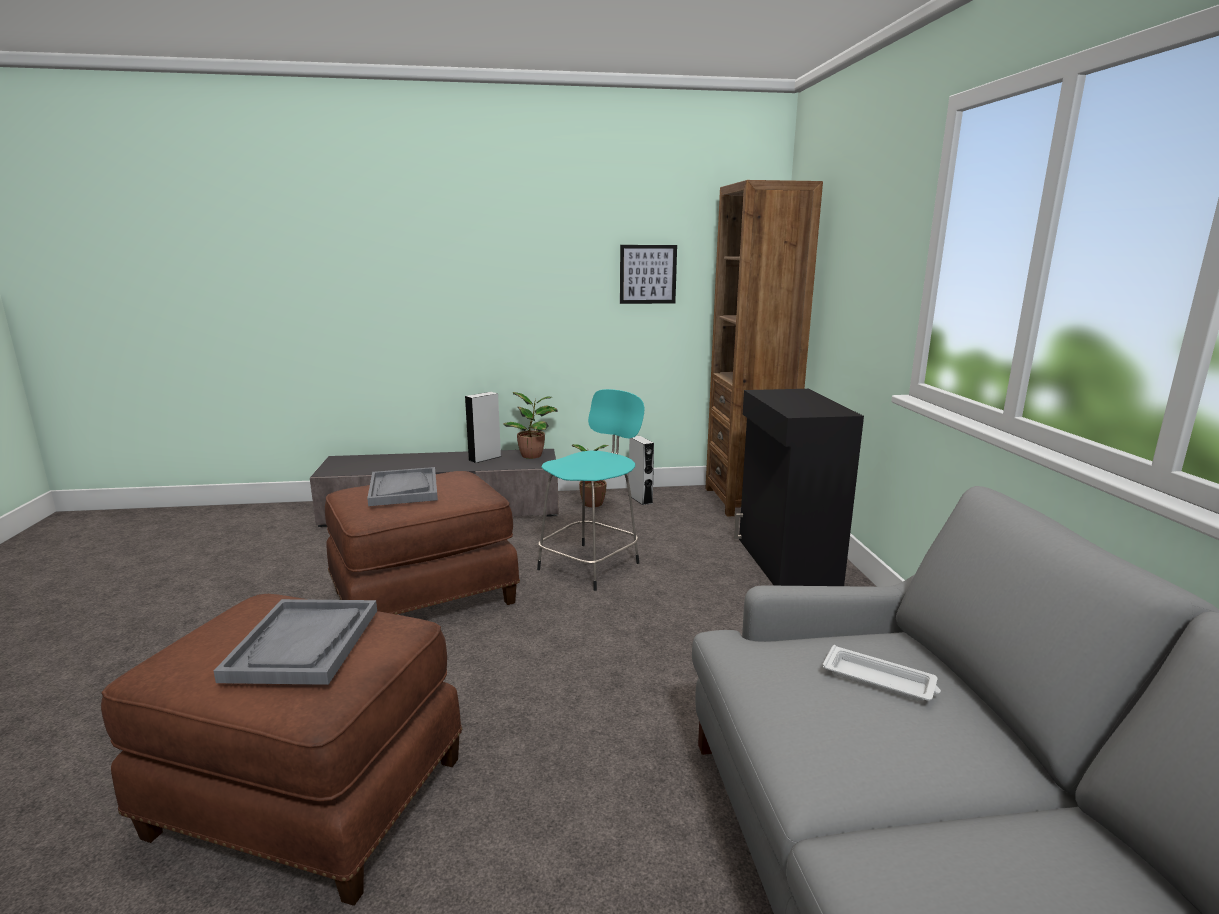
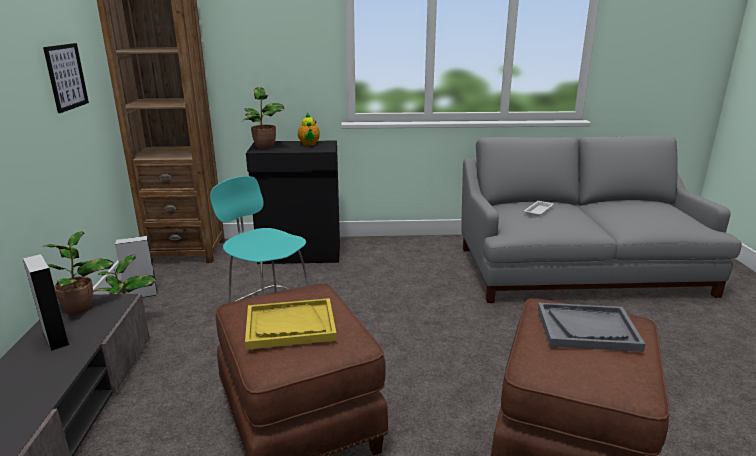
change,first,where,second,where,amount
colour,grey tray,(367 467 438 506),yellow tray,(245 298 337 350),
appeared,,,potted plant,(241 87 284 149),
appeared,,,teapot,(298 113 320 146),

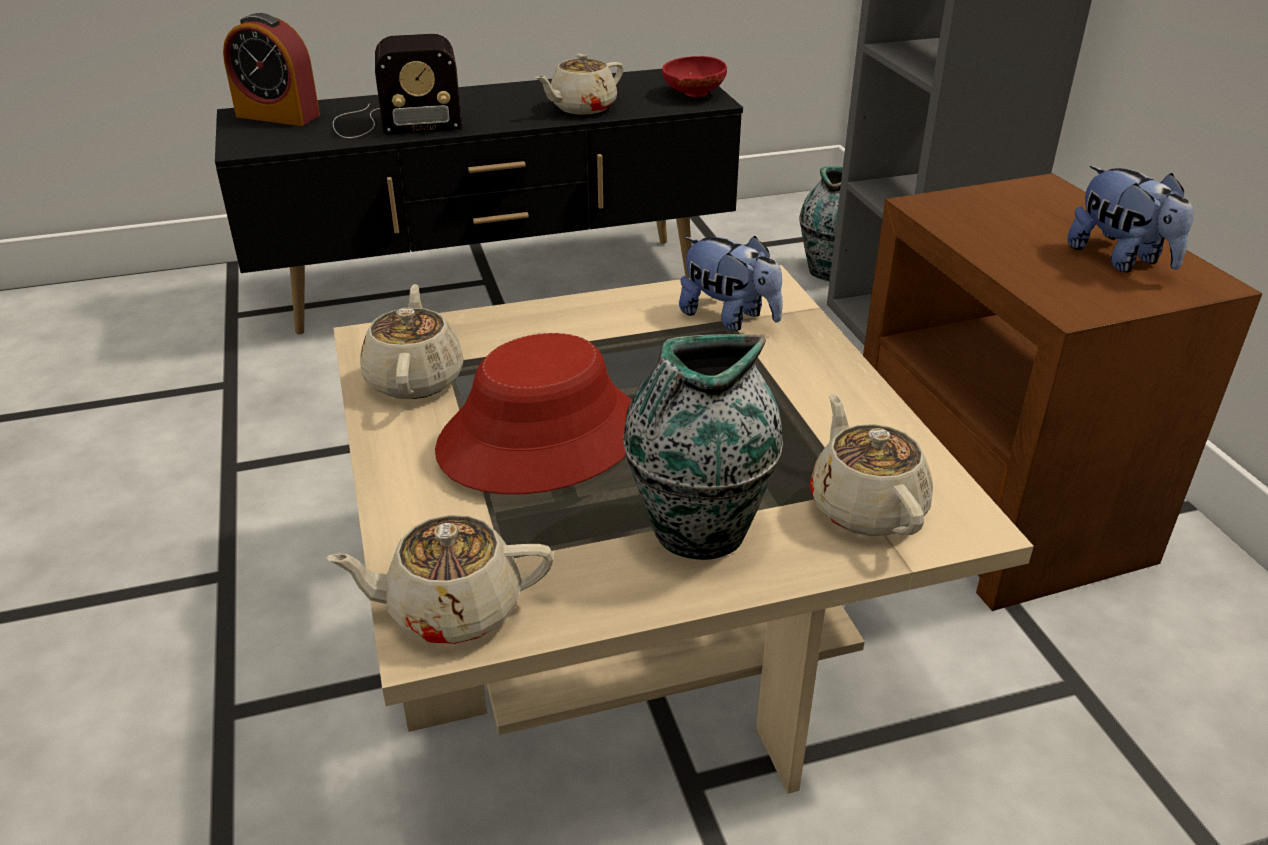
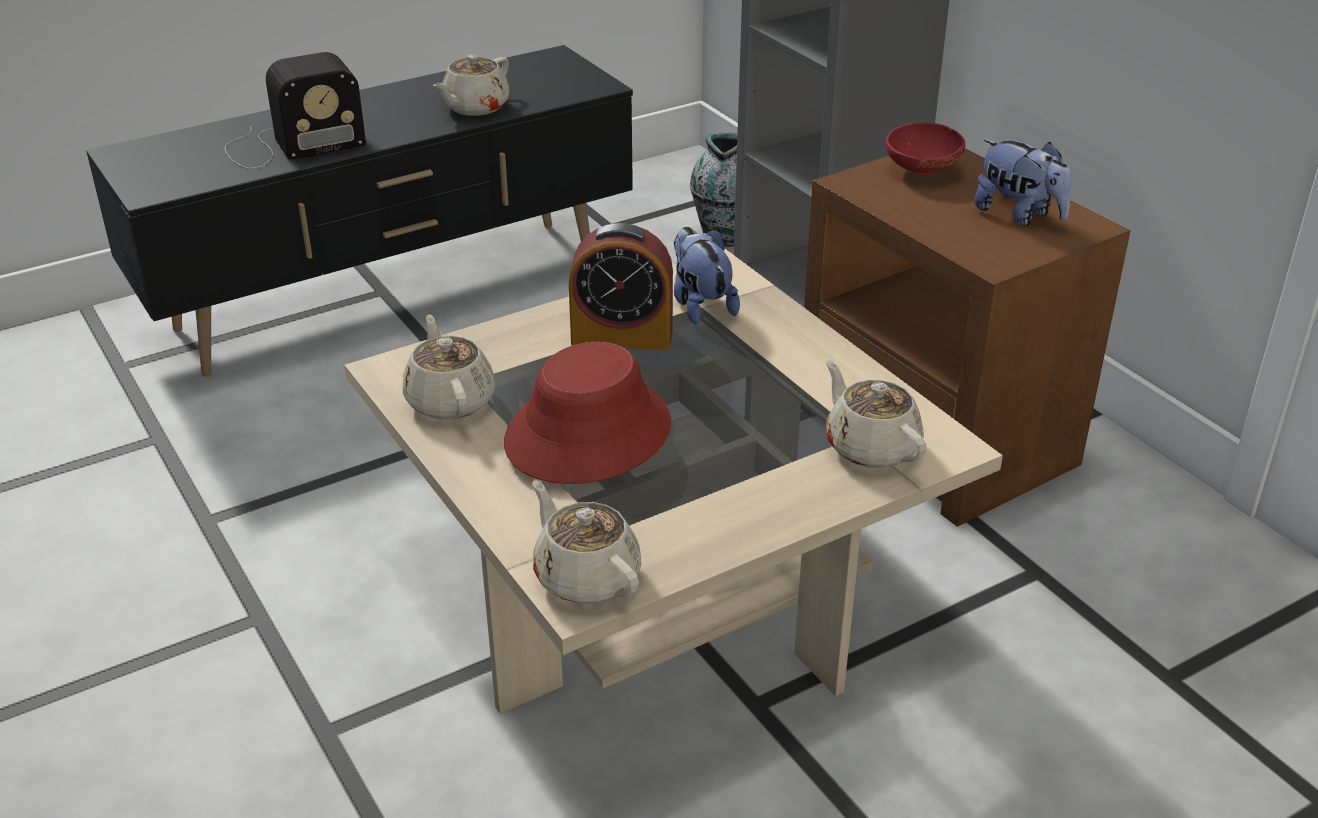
change,first,where,second,where,amount
relocated,alarm clock,(223 13 320 126),,(569 223 673 350),
relocated,red bowl,(662 56 727 98),,(886 122 965 176),
spun,plush toy,(679 236 783 331),,(673 227 740 324),135 degrees counterclockwise
missing,vase,(623 334 783 560),,,
spun,beige teapot,(326 515 554 644),,(532 480 641 604),75 degrees clockwise

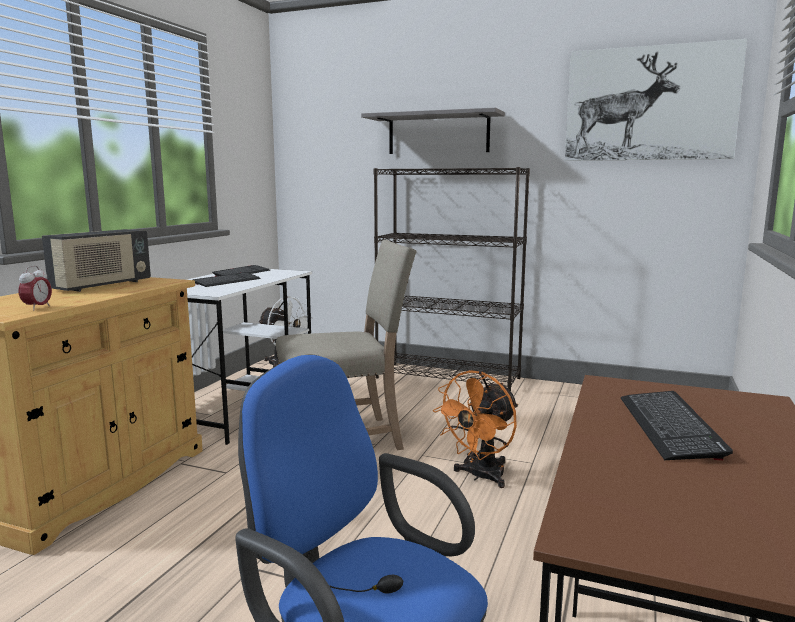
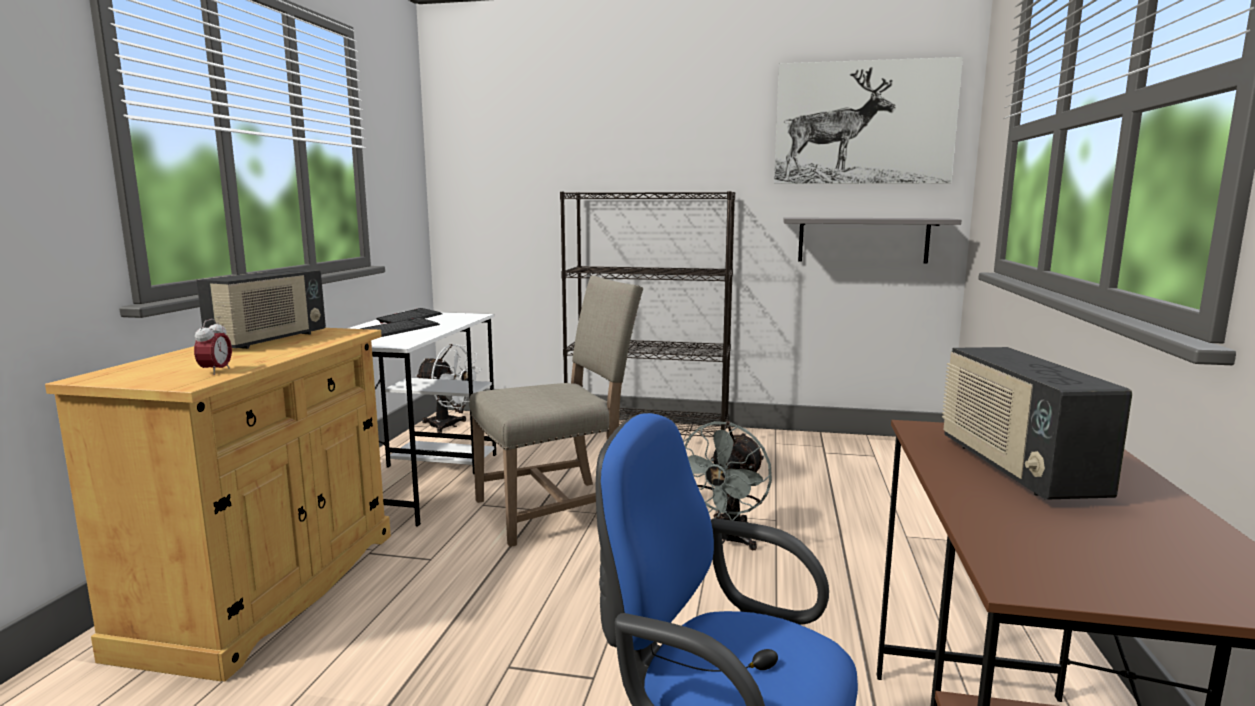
change,first,where,second,where,amount
relocated,grey shelf,(361 108 505 154),,(783 217 962 264),
colour,orange fan,(433 370 518 488),grey fan,(683 421 772 550),
exchanged,keyboard,(621 391 733 460),radio,(942 347 1132 499),

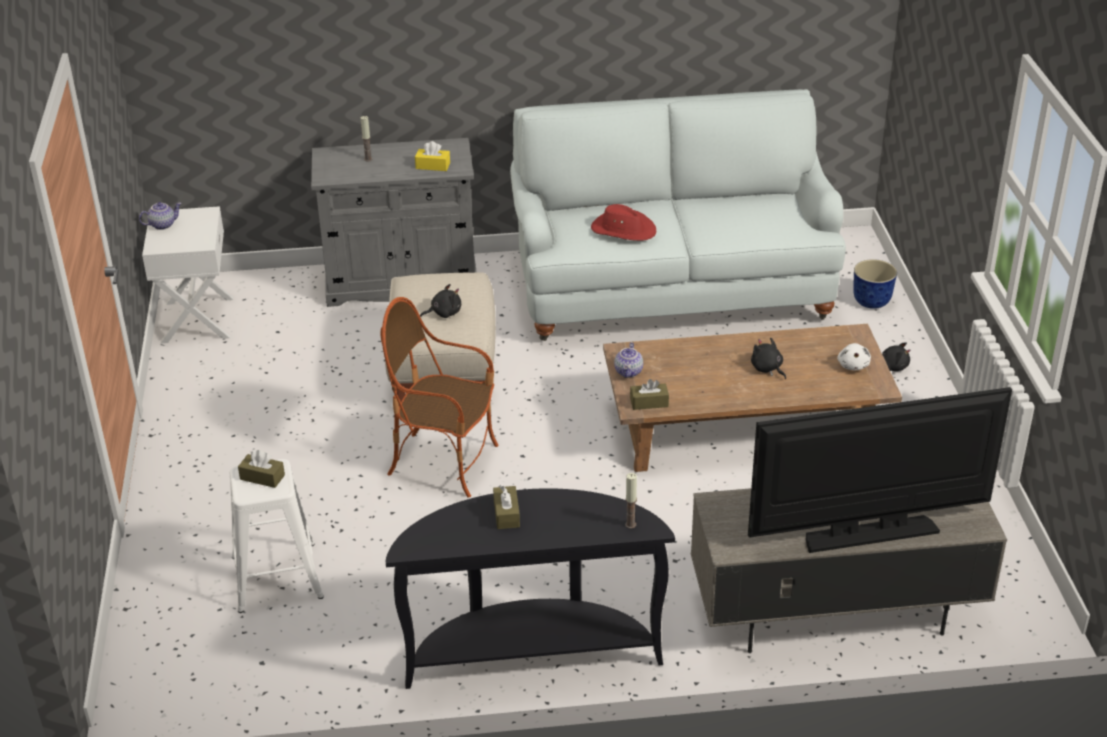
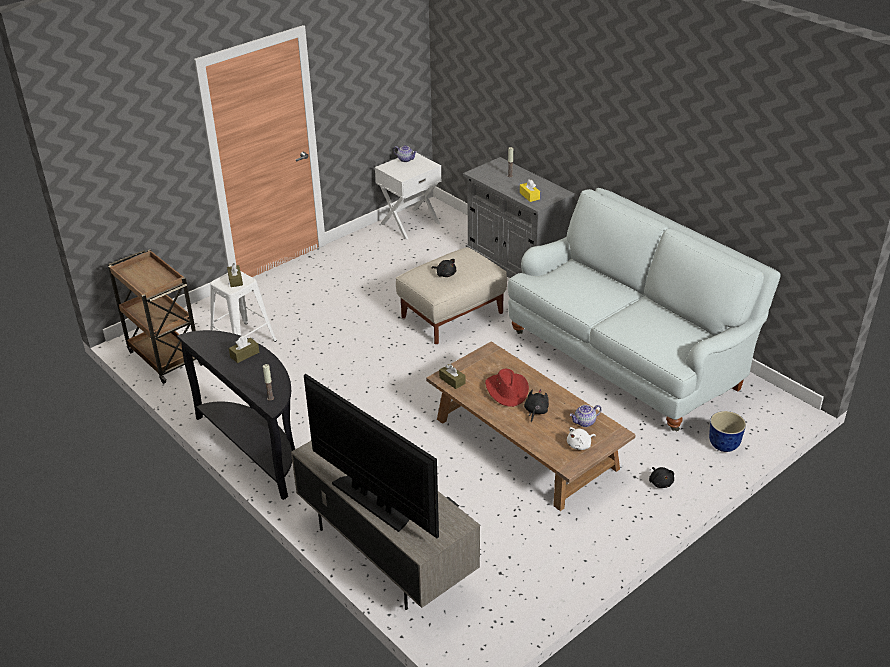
change,first,where,second,where,amount
relocated,red hat,(591 204 656 241),,(485 369 529 407),
missing,armchair,(380 297 499 497),,,
relocated,teapot,(614 342 643 378),,(570 405 602 427),
appeared,,,brown cart,(108 249 202 384),

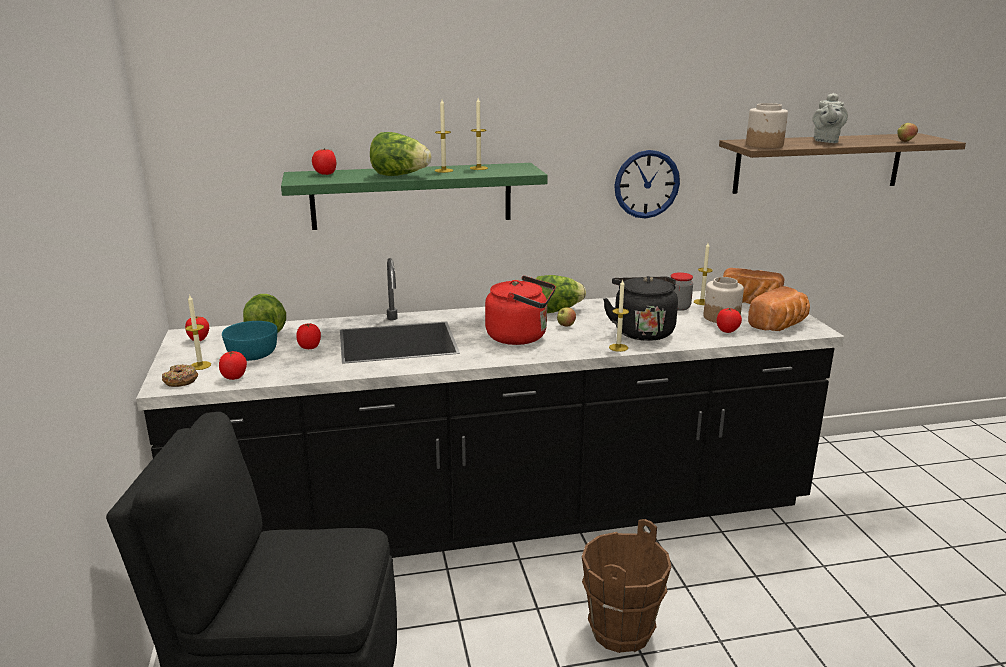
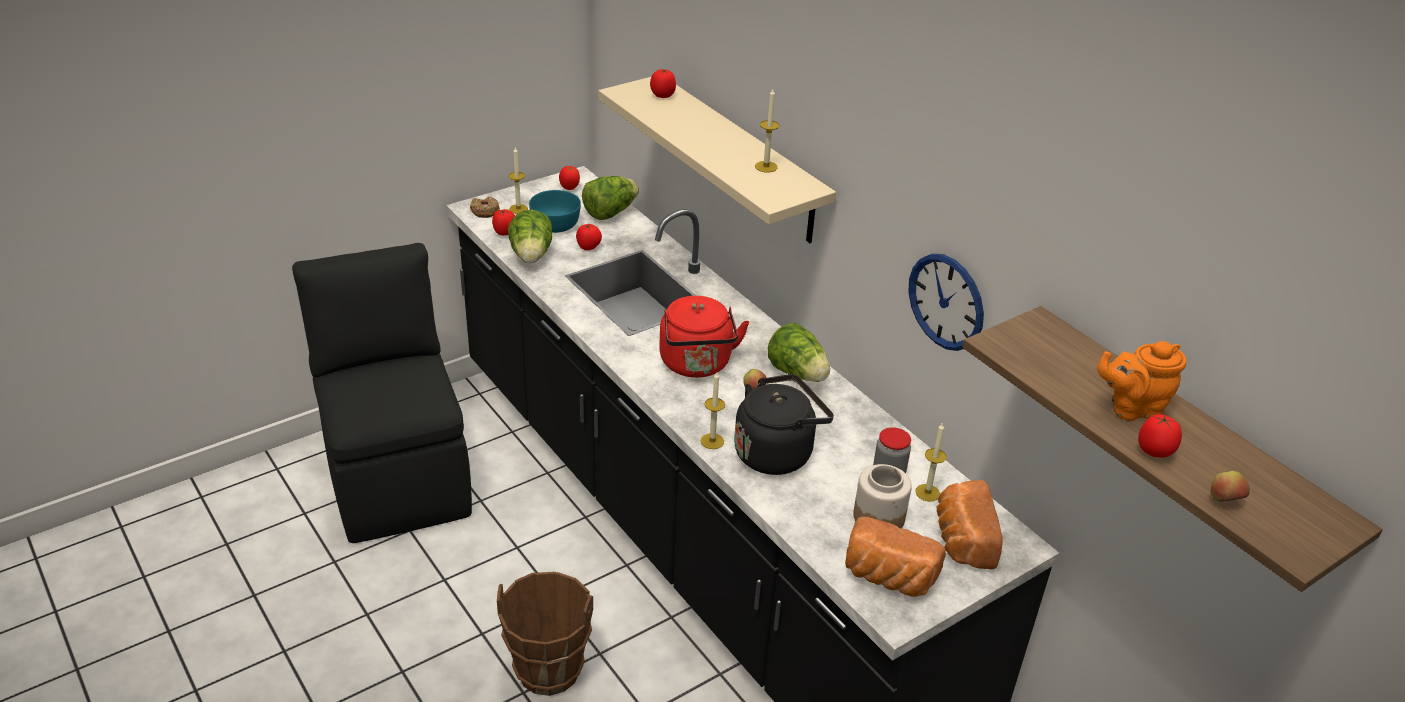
change,first,where,second,where,amount
colour,grey teapot,(812 93 848 143),orange teapot,(1097 341 1186 421),
missing,candle,(435 99 453 173),,,
missing,jar,(746 103 788 148),,,
relocated,lettuce,(370 132 431 176),,(508 210 552 263),
colour,green shelf,(281 163 548 230),beige shelf,(598 77 836 243),
relocated,tomato,(717 308 742 333),,(1138 414 1182 458),

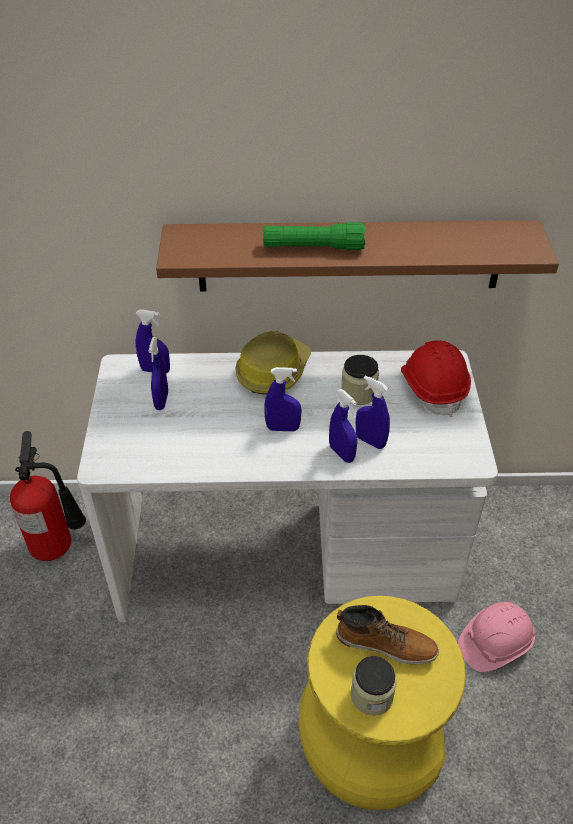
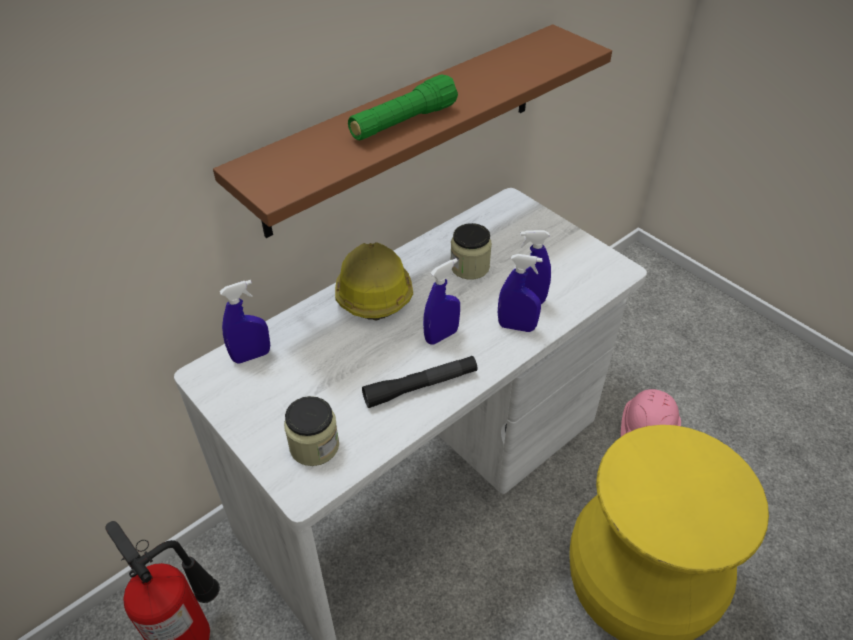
change,first,where,second,where,amount
missing,blue spray bottle,(149 337 168 410),,,
missing,red hard hat,(401 340 471 417),,,
missing,boot,(336 605 439 664),,,
relocated,jar,(351 656 397 716),,(284 396 339 466),
appeared,,,black flashlight,(362 356 477 408),

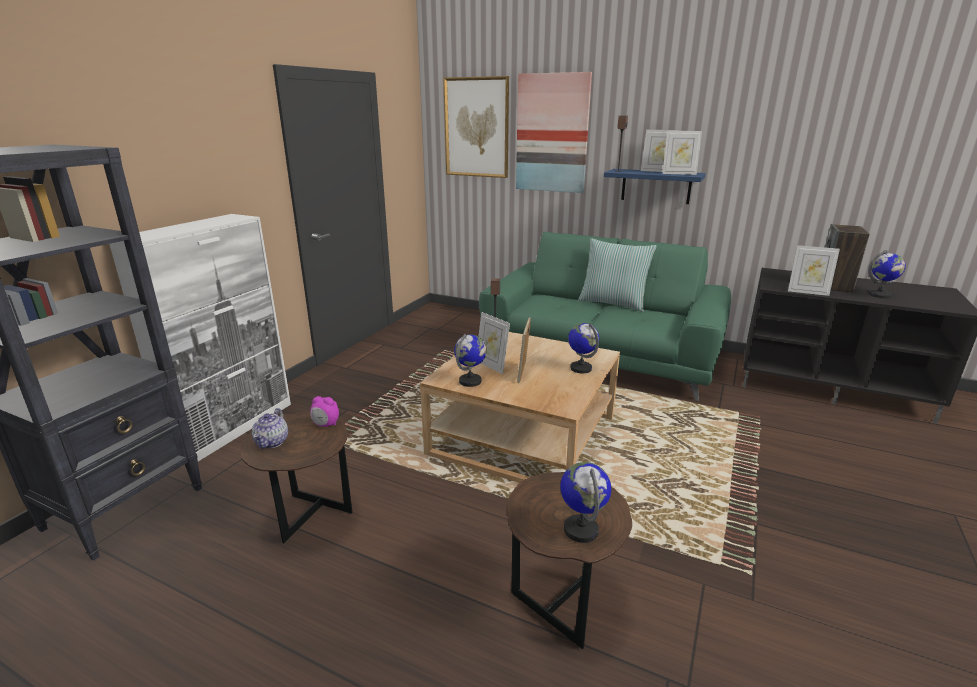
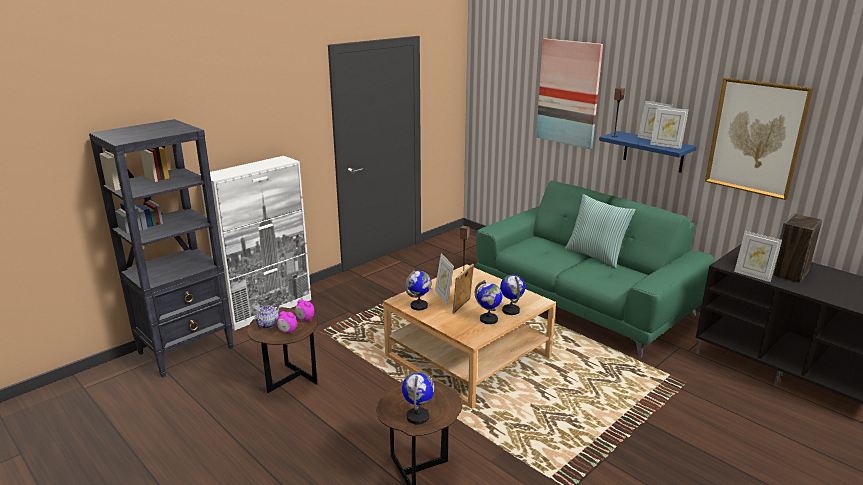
change,first,where,second,where,amount
relocated,picture,(443 76 509 178),,(705 78 813 200),
relocated,globe,(868 250 906 298),,(475 280 503 324),
appeared,,,alarm clock,(277 311 297 333),

